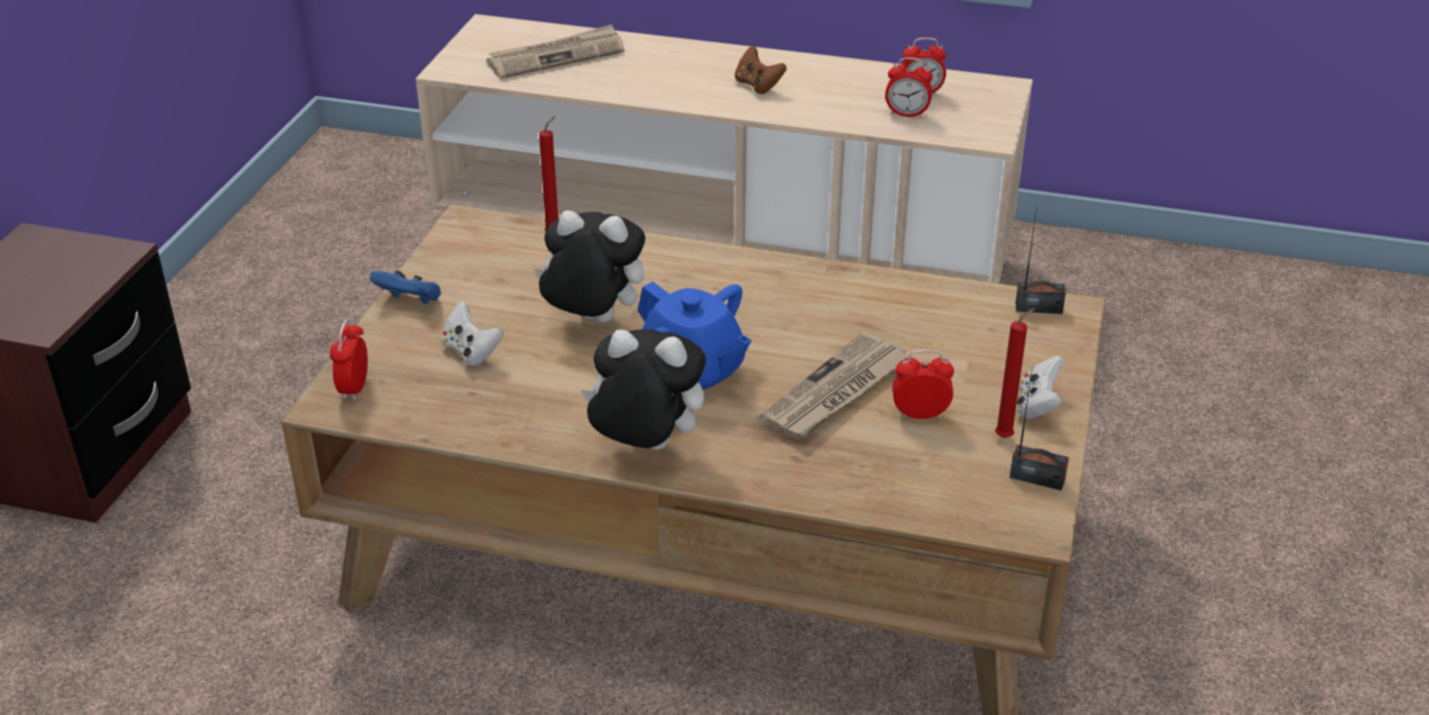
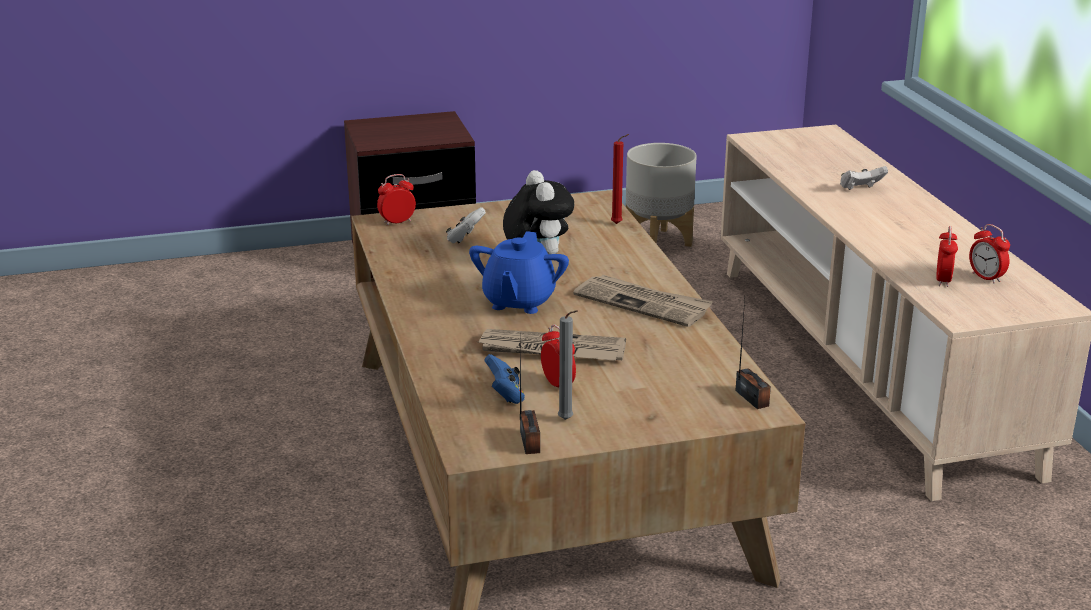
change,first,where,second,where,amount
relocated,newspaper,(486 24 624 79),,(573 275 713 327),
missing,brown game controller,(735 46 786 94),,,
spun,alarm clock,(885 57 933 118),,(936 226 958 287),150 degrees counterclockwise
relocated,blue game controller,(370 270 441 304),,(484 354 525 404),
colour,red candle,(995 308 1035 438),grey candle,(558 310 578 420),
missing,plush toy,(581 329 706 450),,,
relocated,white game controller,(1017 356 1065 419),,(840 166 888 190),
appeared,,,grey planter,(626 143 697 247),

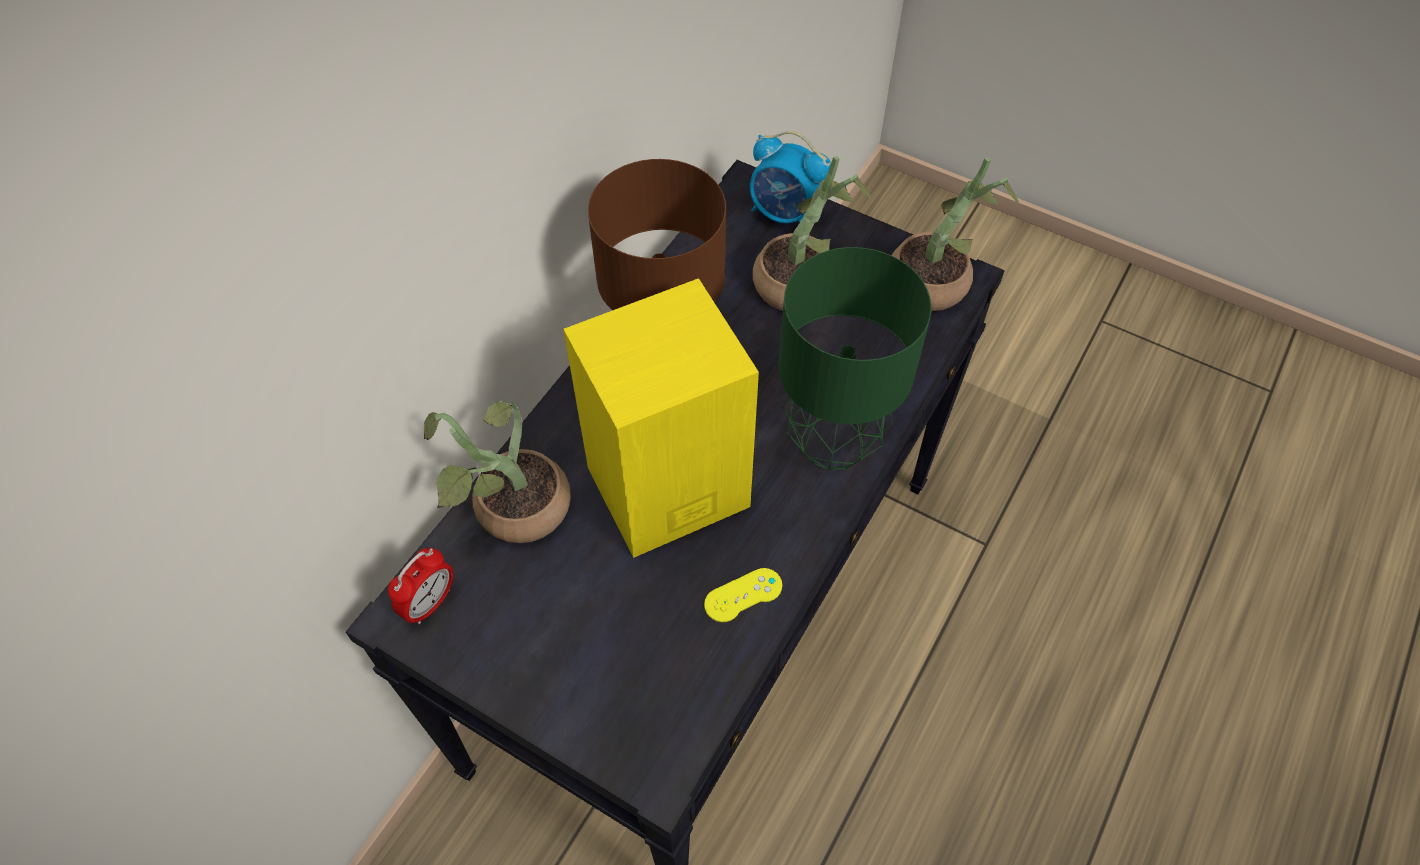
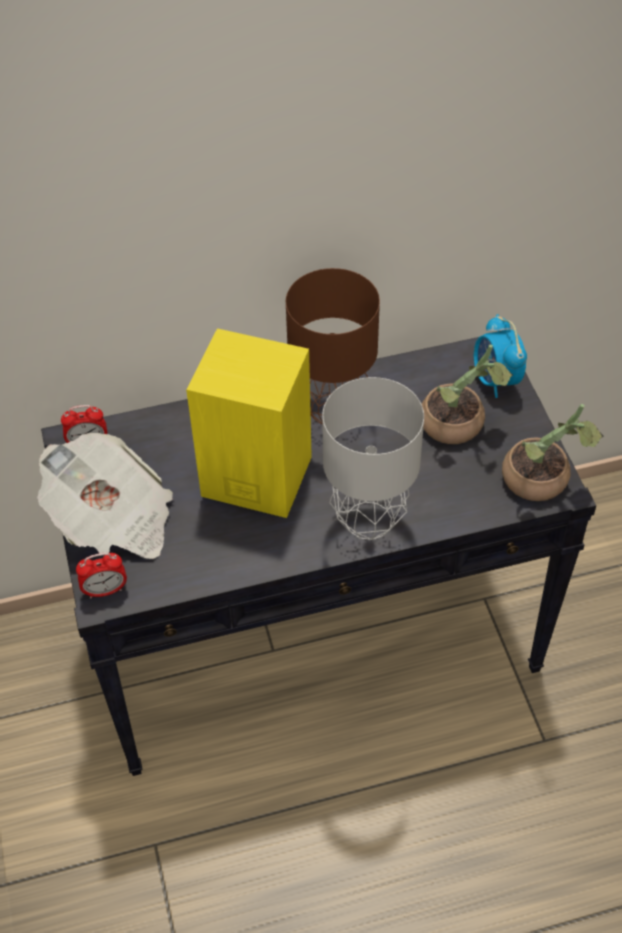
change,first,where,second,where,amount
colour,green table lamp,(778 247 931 470),grey table lamp,(322 377 424 540),
missing,potted plant,(424 401 571 543),,,
missing,yellow game controller,(704 568 782 622),,,
appeared,,,newspaper,(37 433 173 559),
appeared,,,alarm clock,(76 553 127 598),

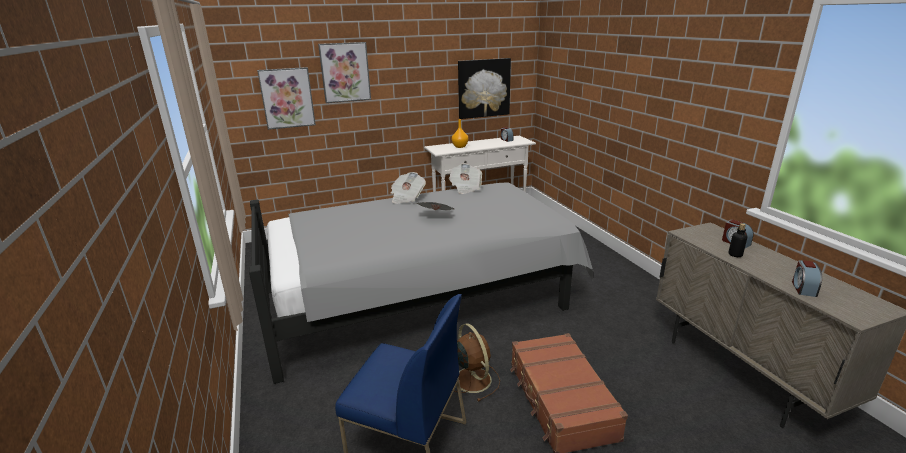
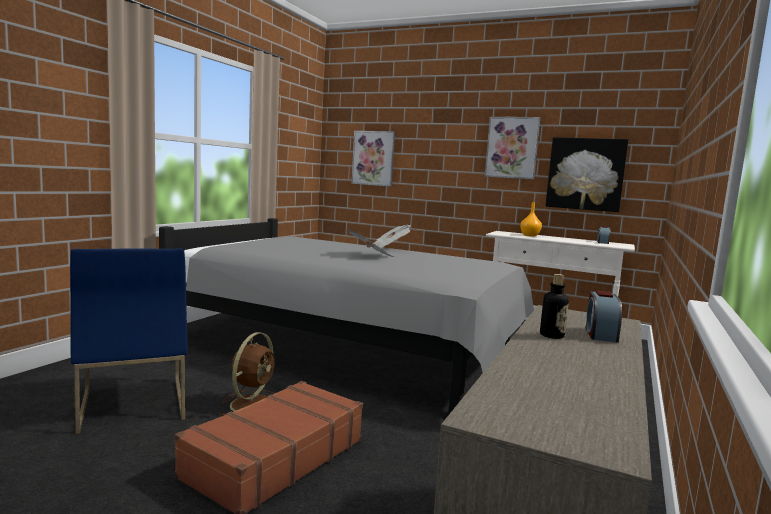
change,first,where,second,where,amount
relocated,picture,(318 42 371 103),,(485 117 541 180),
missing,newspaper,(449 163 482 194),,,
missing,alarm clock,(792 260 822 297),,,

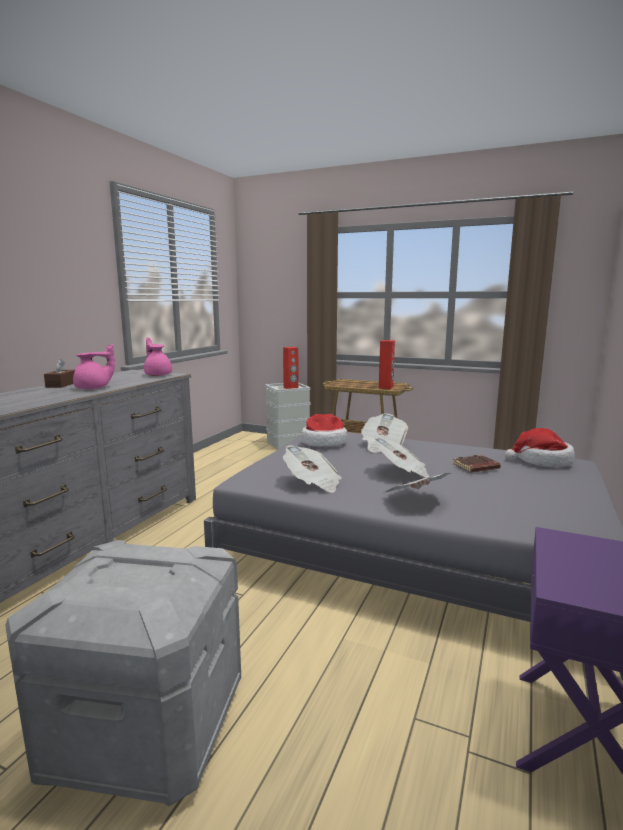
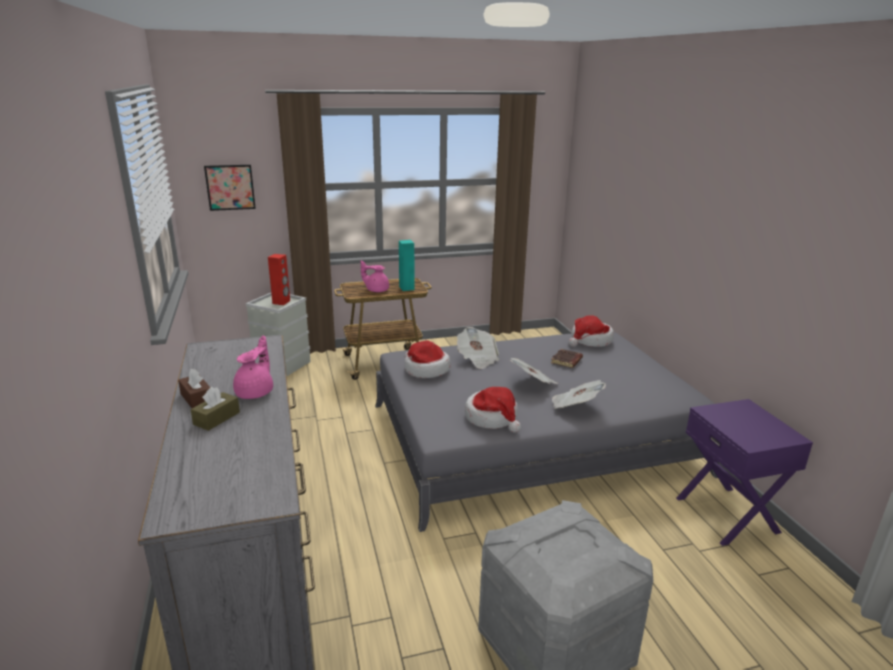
change,first,where,second,where,amount
relocated,pink teapot,(144 337 172 376),,(361 261 389 292),
colour,red speaker,(379 340 395 389),turquoise speaker,(399 240 415 291),
exchanged,newspaper,(283 445 342 493),hat,(465 387 521 433),
appeared,,,picture,(204 165 256 211),
appeared,,,brown tissue box,(191 387 240 431),

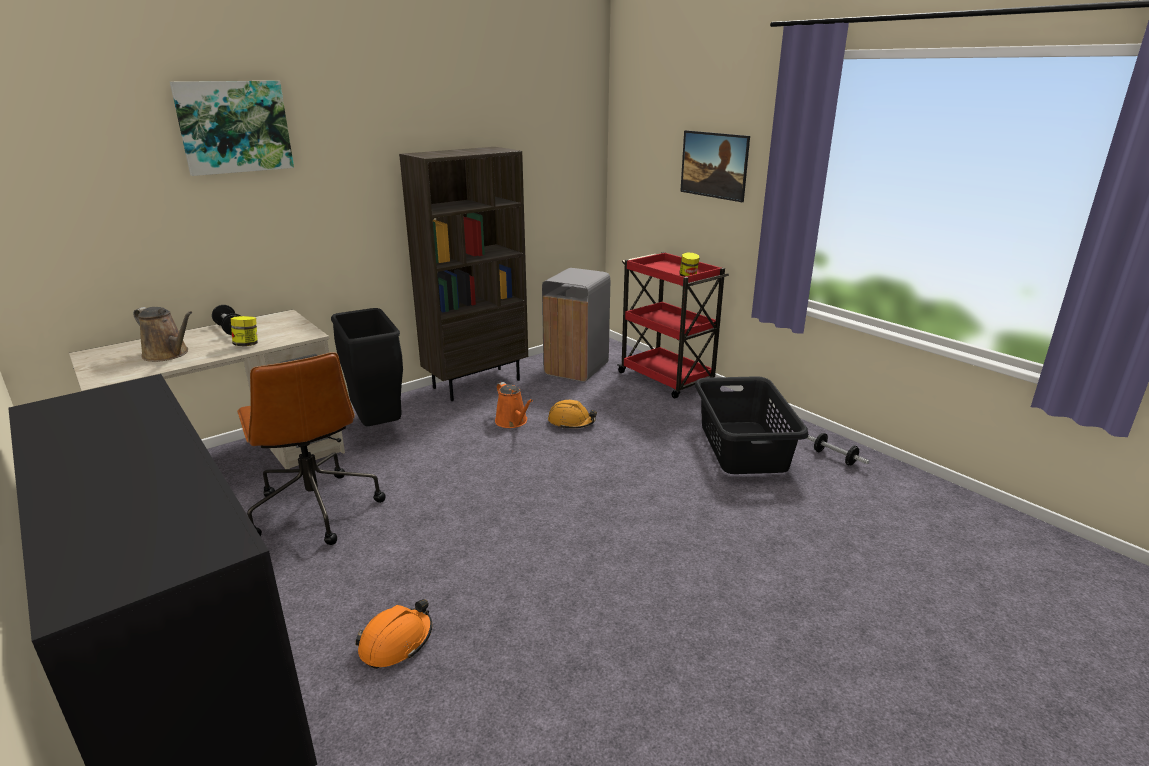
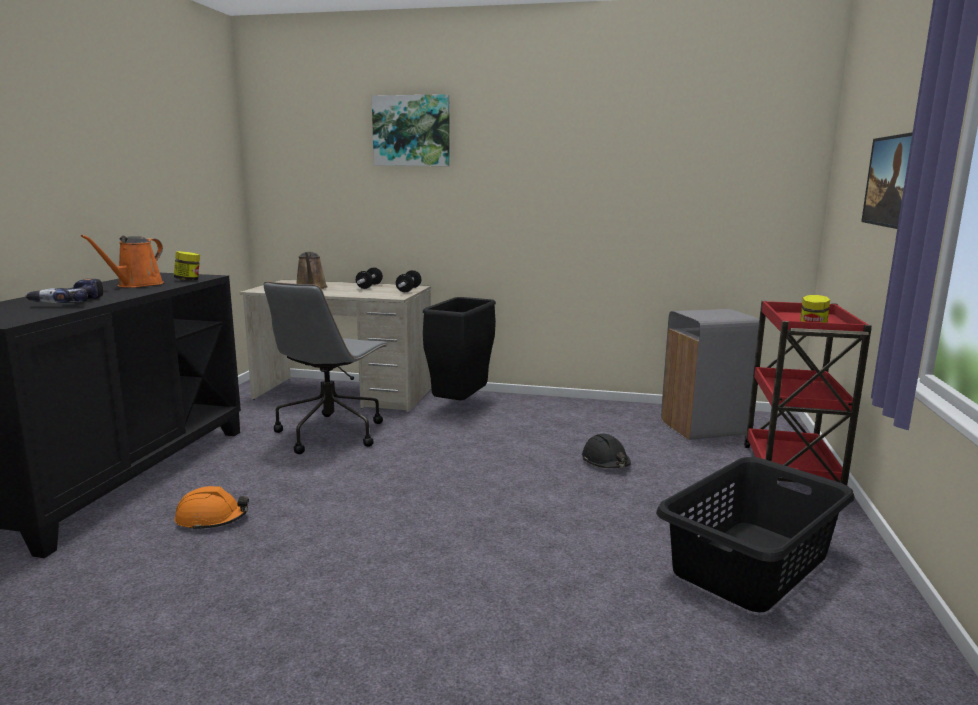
change,first,where,second,where,amount
missing,brown bookcase,(399 147 528 401),,,
relocated,jar,(231 316 258 346),,(174 251 200 281),
colour,brown office chair,(237 352 386 545),grey office chair,(264 282 389 454),
relocated,orange watering can,(495 382 533 428),,(81 235 164 288),
colour,orange hard hat,(548 400 597 429),black hard hat,(582 434 631 468),
relocated,dumbbell,(806 433 869 465),,(396 270 422 292),
appeared,,,power drill,(26 279 103 303),

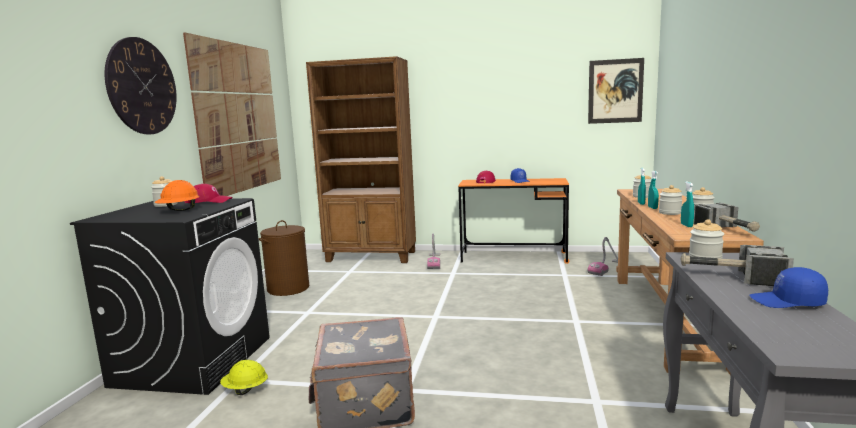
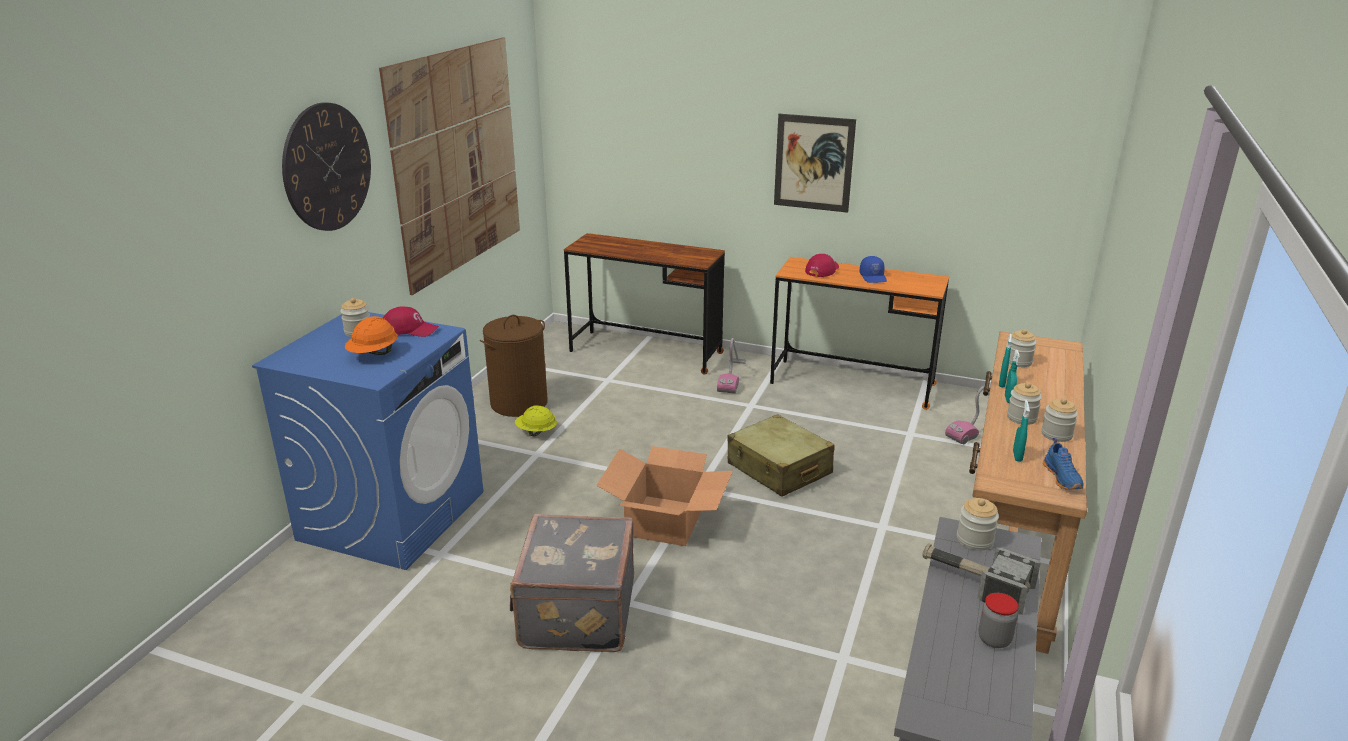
change,first,where,second,where,amount
exchanged,brown bookcase,(306 56 416 263),brown desk,(564 233 725 375),
relocated,picture,(588 58 644 124),,(774 114 856 213),
colour,black washing machine,(70 198 270 395),blue washing machine,(252 312 483 570),
exchanged,hammer,(694 203 760 232),blue shoe,(1043 438 1084 490),
exchanged,blue cap,(749 267 828 308),jar,(978 593 1018 648),
relocated,yellow hard hat,(220 360 268 395),,(515 405 557 437),
appeared,,,beige suitcase,(727 414 835 496),
appeared,,,cardboard box,(596 446 733 546),

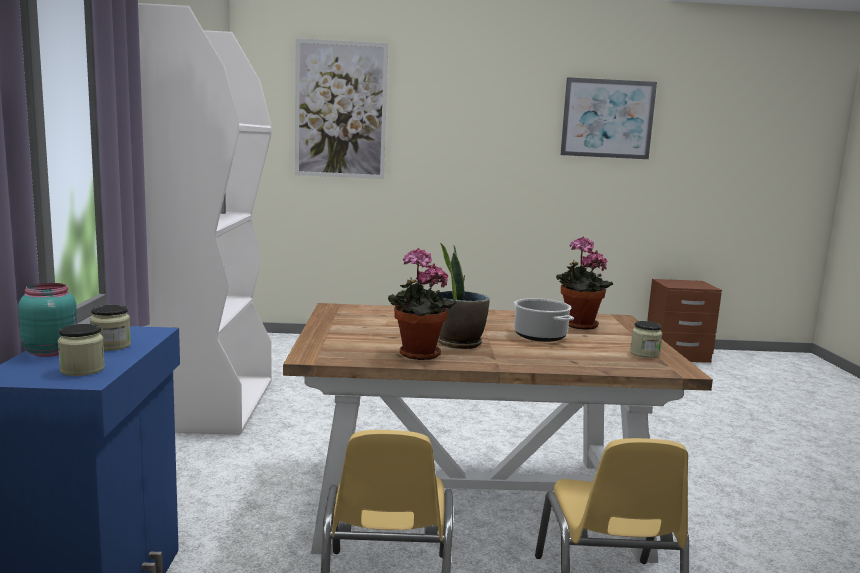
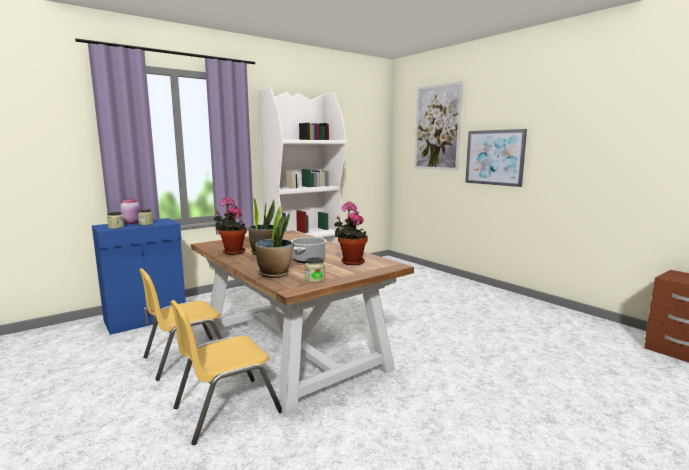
change,first,where,second,where,amount
relocated,picture,(560 77 657 159),,(465 129 527 187),
colour,turquoise jar,(18 283 77 357),pink jar,(120 199 140 224),
appeared,,,potted plant,(255 206 293 278),

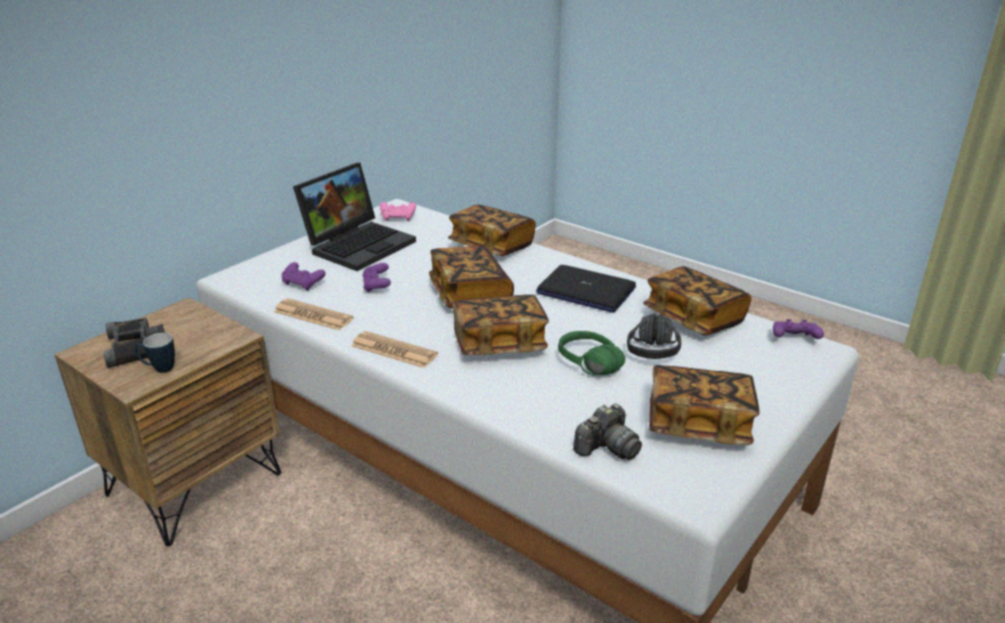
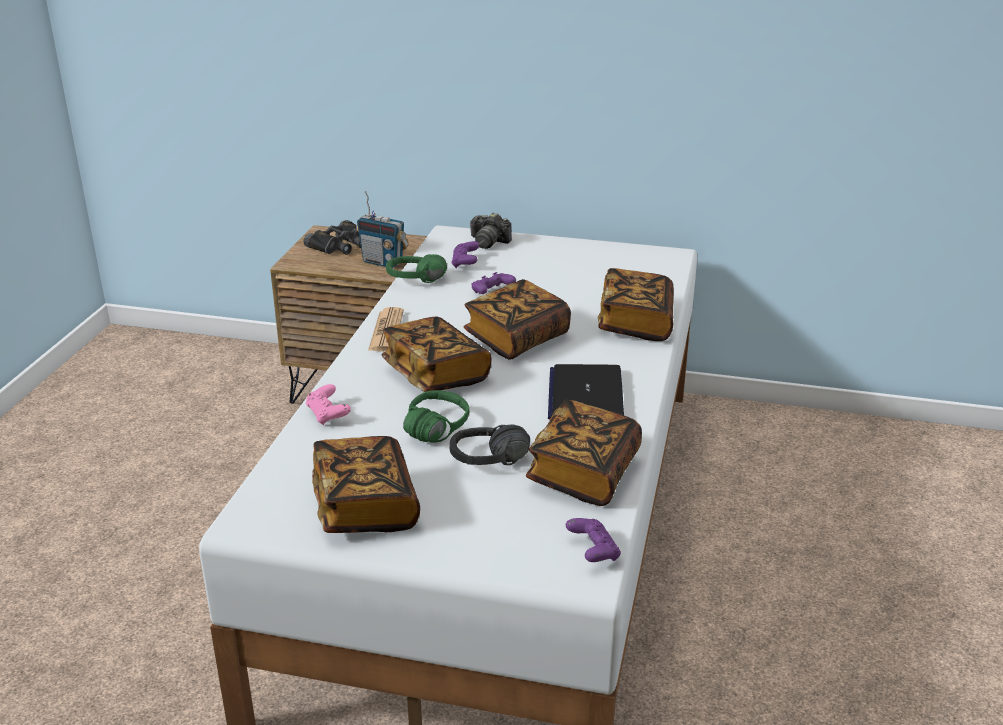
change,first,where,second,where,amount
missing,laptop,(293 163 416 271),,,
relocated,pink game controller,(380 202 416 221),,(306 384 351 425),
exchanged,newspaper,(274 298 354 330),green headphones,(386 254 447 283),
missing,mug,(135 333 175 373),,,
relocated,photo camera,(573 404 642 460),,(470 213 512 249),
appeared,,,radio,(356 191 409 268),

